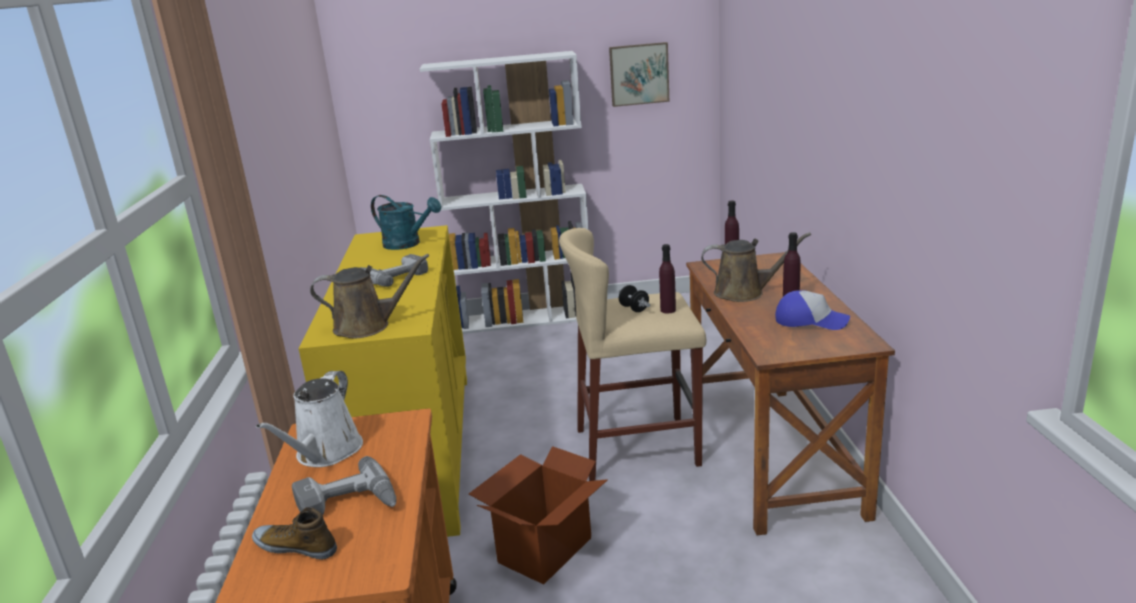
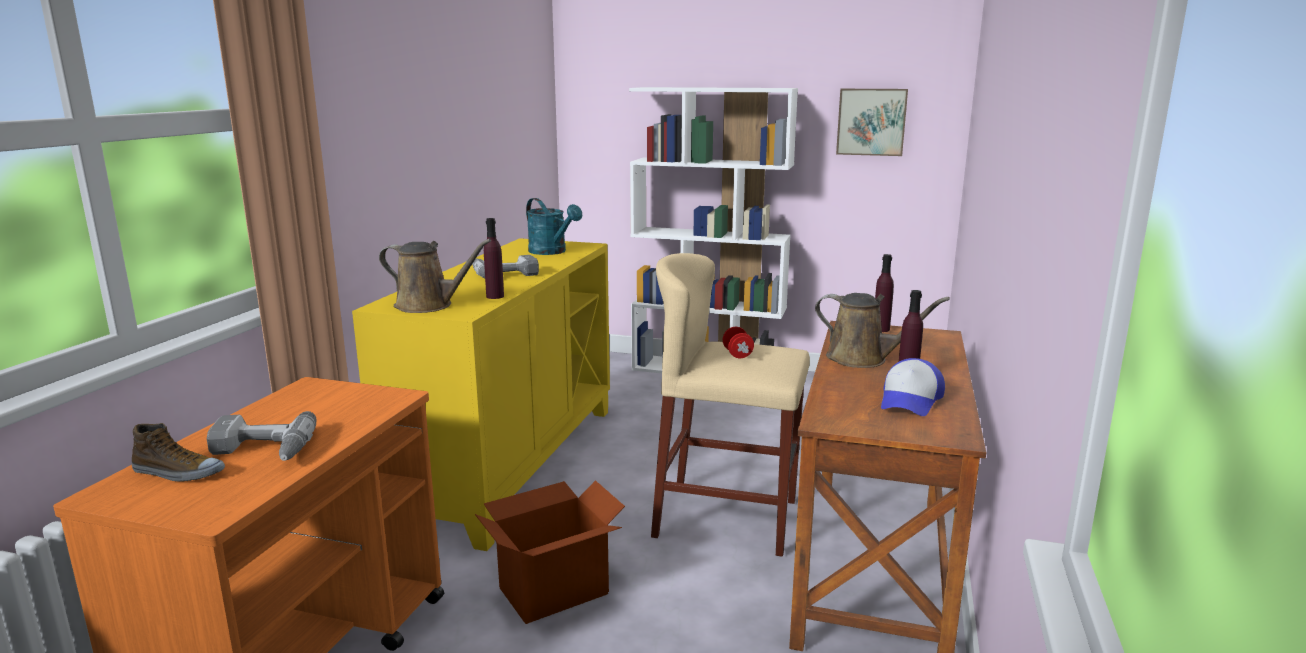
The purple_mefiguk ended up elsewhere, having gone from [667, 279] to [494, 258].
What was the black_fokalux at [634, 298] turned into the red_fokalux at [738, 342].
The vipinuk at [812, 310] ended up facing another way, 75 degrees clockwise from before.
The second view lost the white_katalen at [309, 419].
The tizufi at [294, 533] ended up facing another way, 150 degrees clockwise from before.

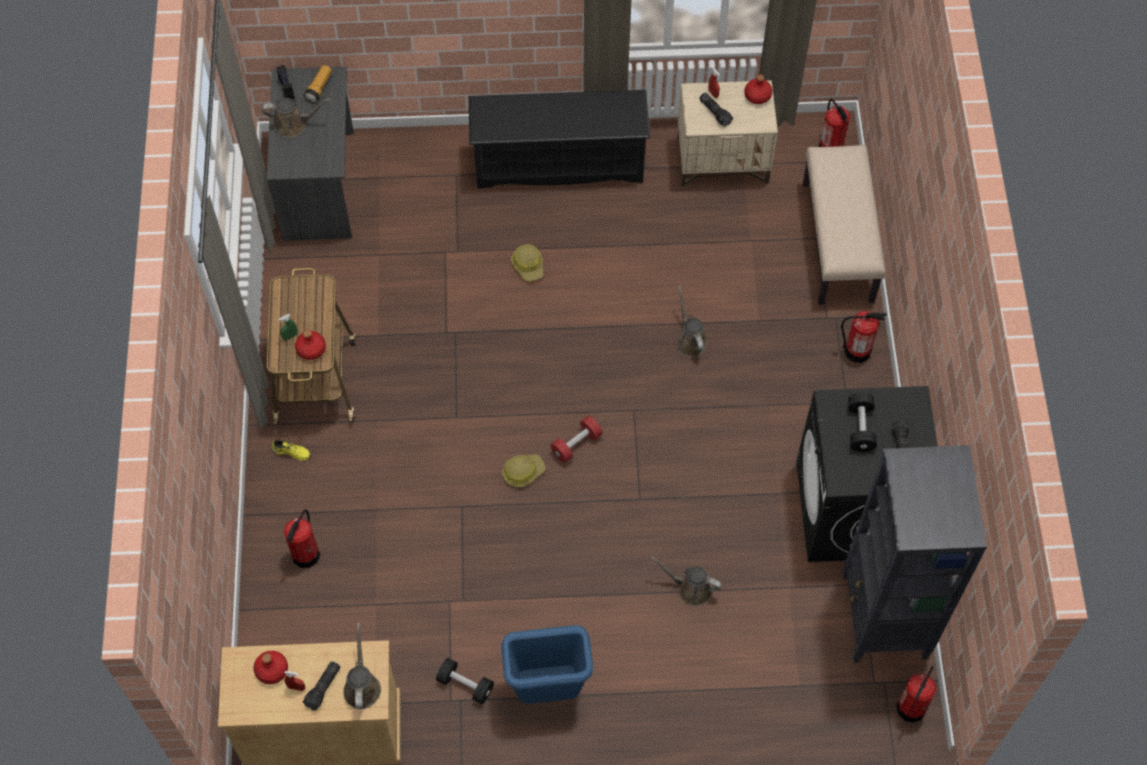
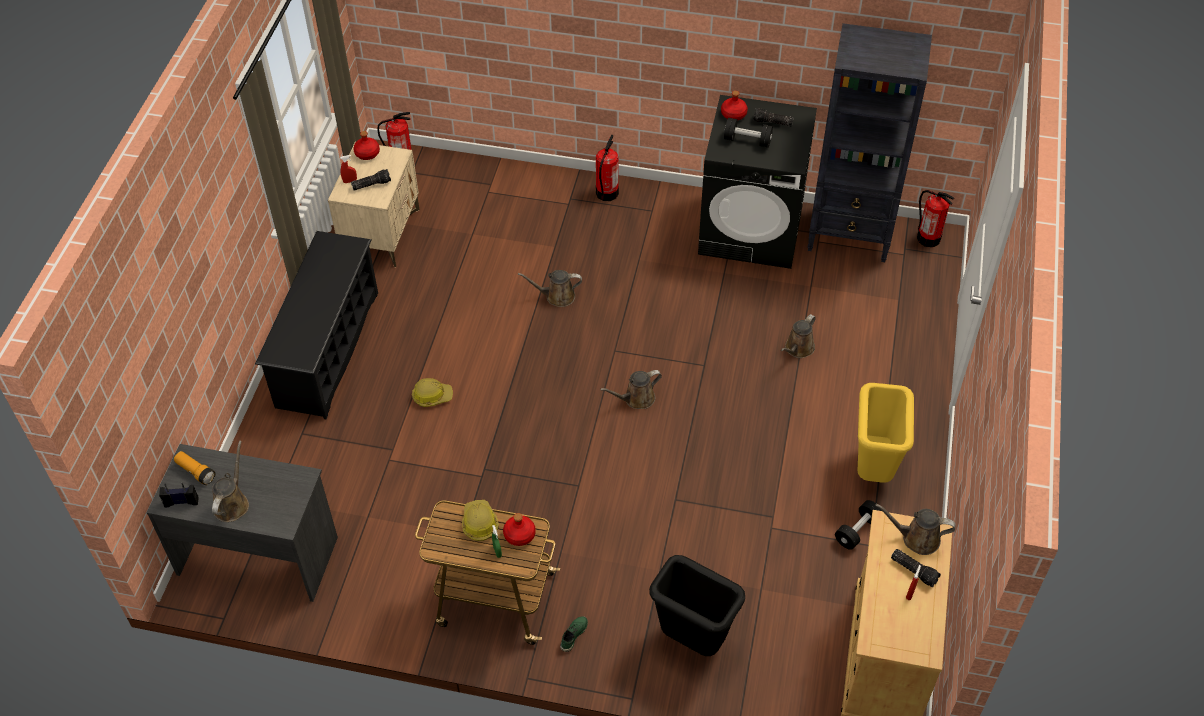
The second view lost the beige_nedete at [844, 225].
Where the red_fokalux stood at [576, 439], the brown_katalen came to stand at [631, 389].
What was the yellow_tizufi at [290, 450] turned into the green_tizufi at [574, 634].
The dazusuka ended up elsewhere, having gone from [524, 471] to [480, 520].
Where the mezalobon stood at [302, 538], the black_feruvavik came to stand at [697, 605].
What was the blue_feruvavik at [547, 664] turned into the yellow_feruvavik at [886, 433].
The red_mefiguk ended up elsewhere, having gone from [271, 667] to [734, 105].

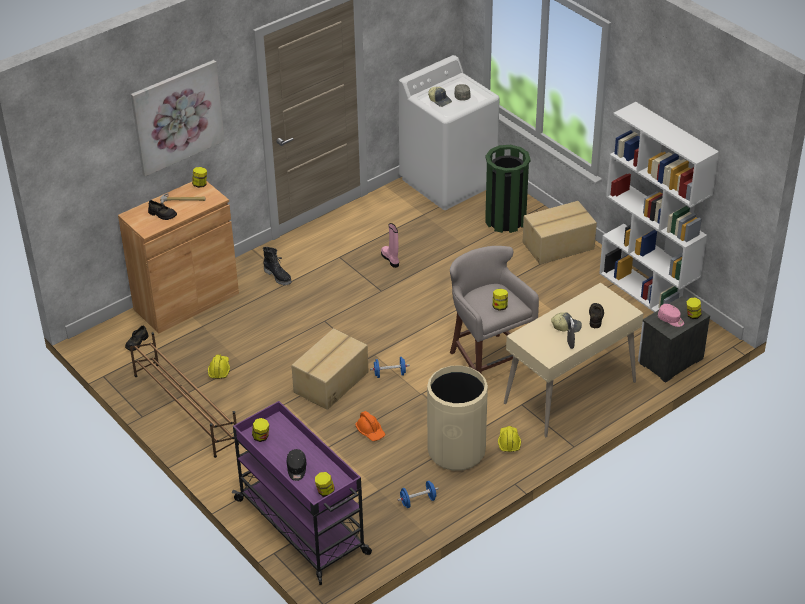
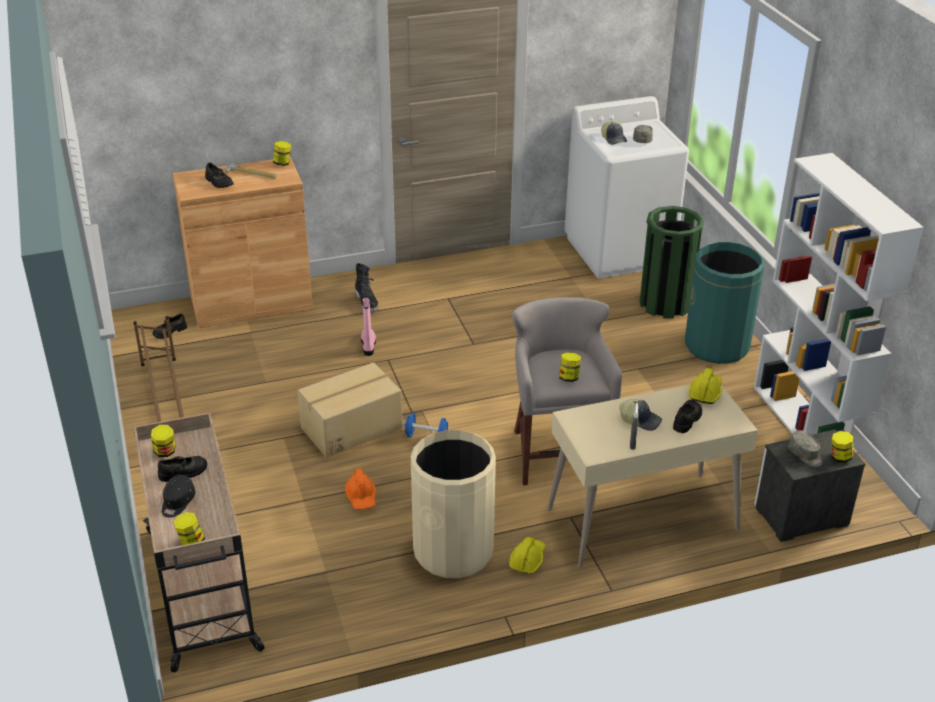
The second view lost the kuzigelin at [178, 118].
Where the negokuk stood at [560, 233], the green_feruvavik came to stand at [724, 303].
The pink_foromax ended up elsewhere, having gone from [390, 245] to [368, 326].
What was the pink_vipinuk at [671, 315] turned into the grey_vipinuk at [805, 448].
The yellow_dazusuka ended up elsewhere, having gone from [219, 366] to [705, 386].
What was the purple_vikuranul at [302, 493] turned into the beige_vikuranul at [198, 542].
The second view lost the blue_fokalux at [418, 494].
The second view gained the black_tizufi at [182, 469].

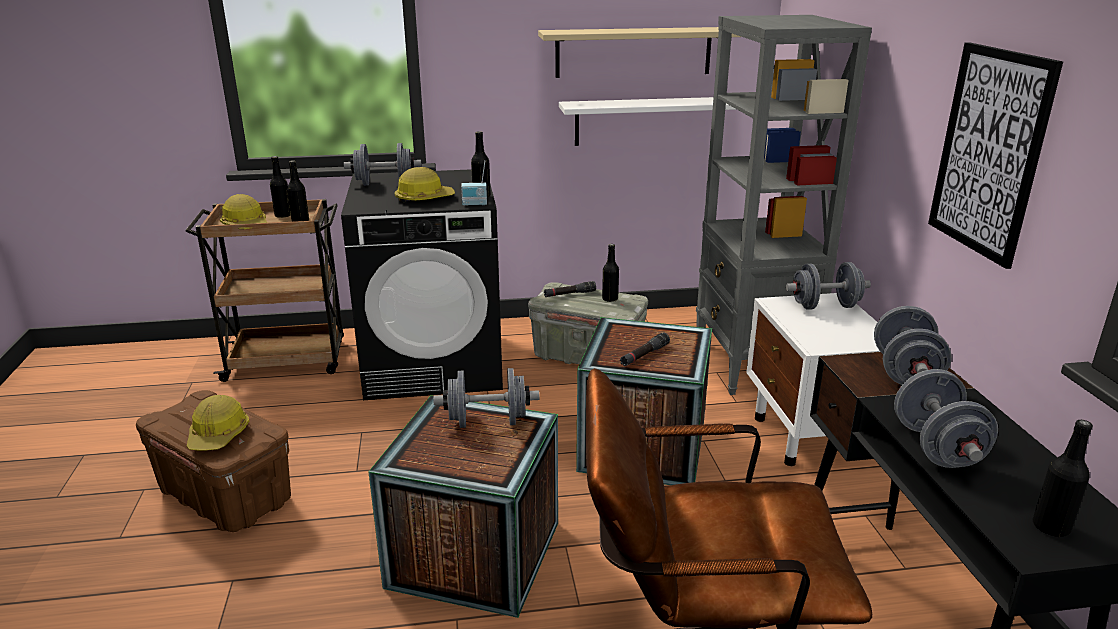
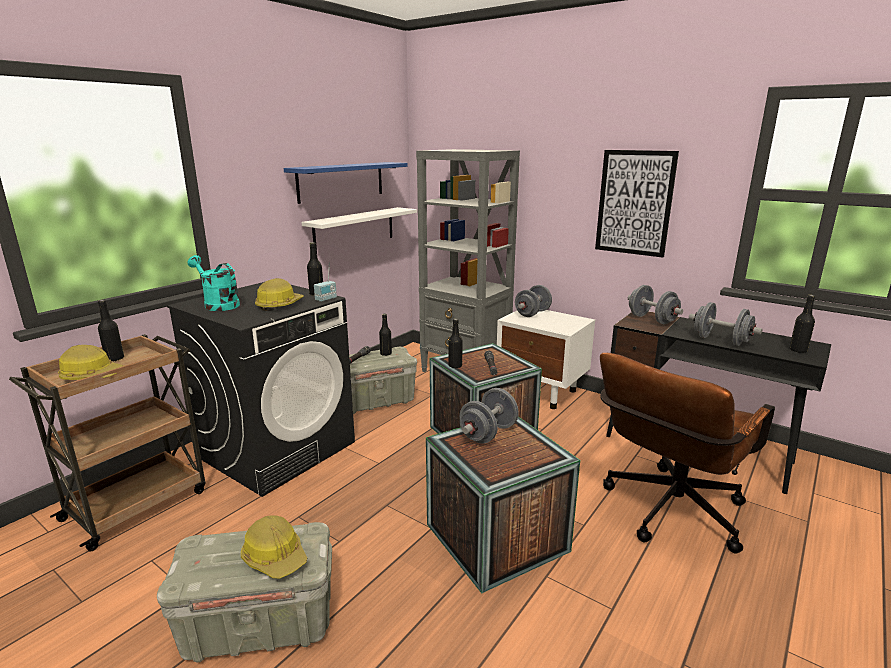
What was the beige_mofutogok at [639, 52] turned into the blue_mofutogok at [346, 183].
Where the grey_fokalux stood at [382, 164], the turquoise_katalen came to stand at [213, 283].
The black_mefiguk ended up elsewhere, having gone from [298, 191] to [456, 343].
What was the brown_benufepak at [213, 461] turned into the grey_benufepak at [244, 592].

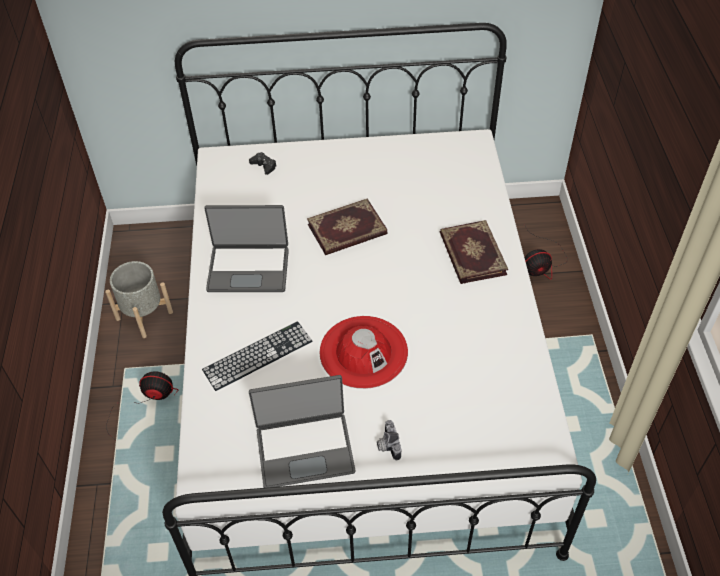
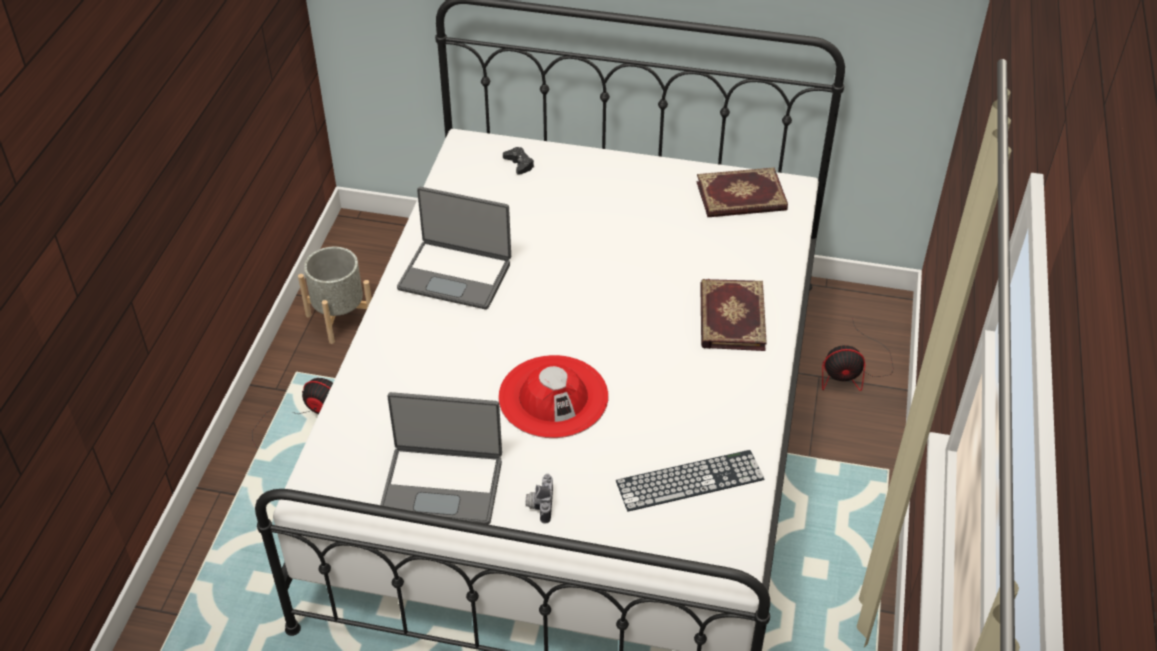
The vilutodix ended up elsewhere, having gone from [347, 226] to [742, 192].
The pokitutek ended up elsewhere, having gone from [257, 356] to [690, 480].

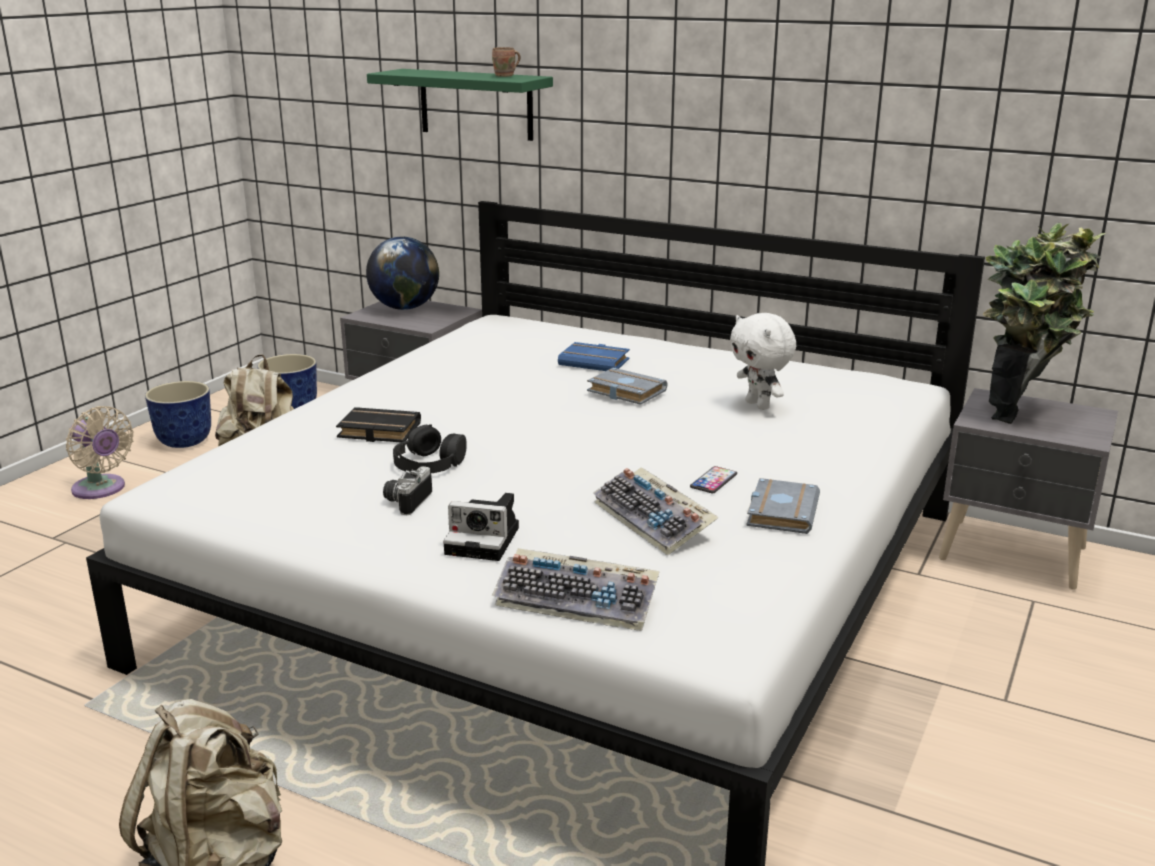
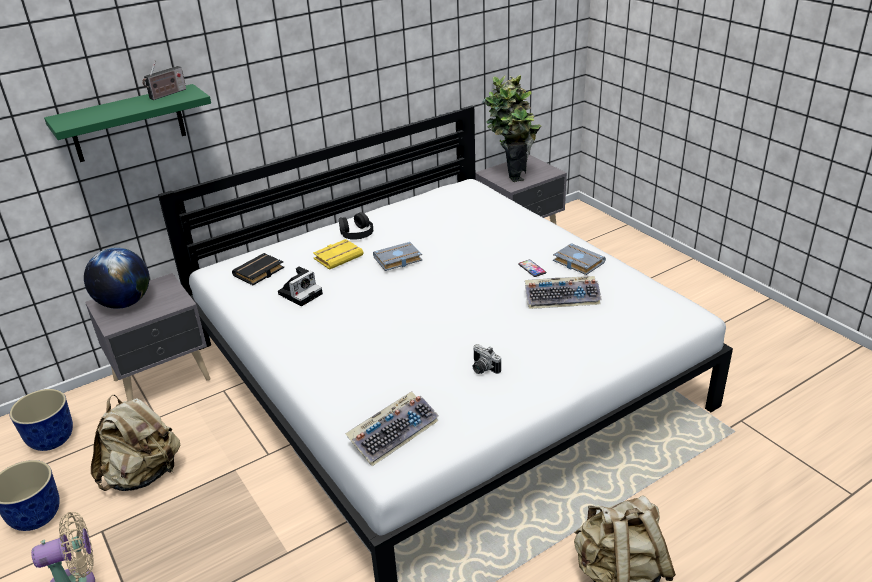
Where the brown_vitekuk stood at [506, 62], the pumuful came to stand at [164, 80].
The second view lost the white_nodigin at [763, 361].
What was the blue_vilutodix at [594, 356] turned into the yellow_vilutodix at [338, 254].
The black_vilutodix ended up elsewhere, having gone from [378, 424] to [258, 269].
The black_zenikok ended up elsewhere, having gone from [430, 449] to [356, 226].
The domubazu ended up elsewhere, having gone from [481, 527] to [300, 287].
The pokitutek ended up elsewhere, having gone from [576, 589] to [392, 428].

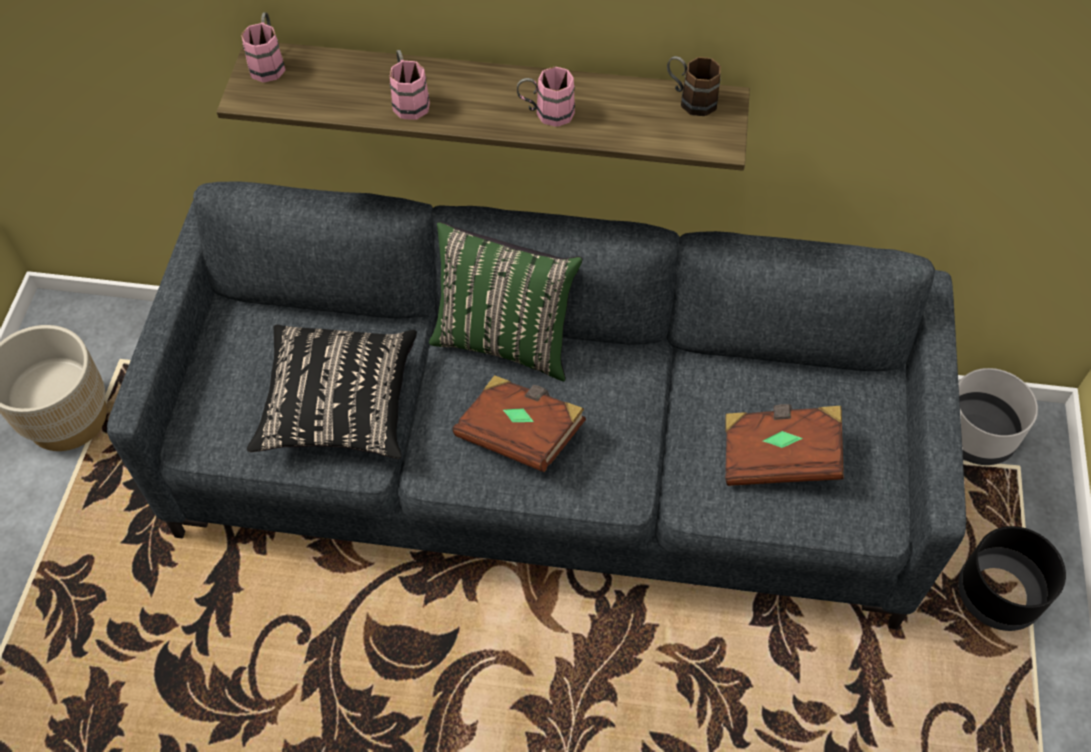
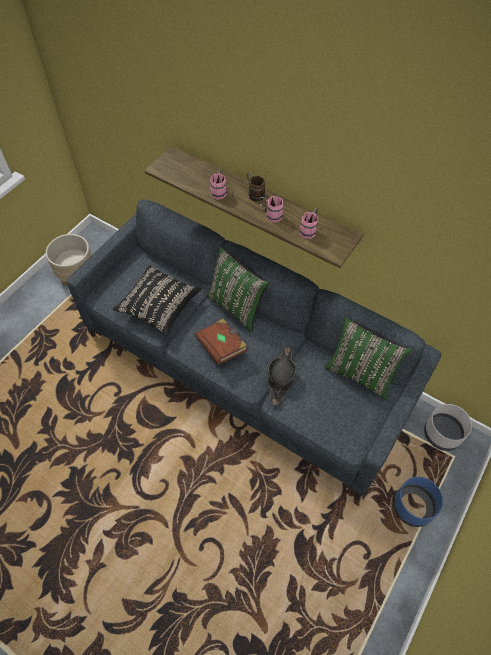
The pink_vitekuk ended up elsewhere, having gone from [263, 47] to [308, 223].
The brown_vitekuk ended up elsewhere, having gone from [694, 86] to [256, 187].
The second view lost the brown_vilutodix at [784, 445].
What was the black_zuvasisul at [1012, 578] turned into the blue_zuvasisul at [418, 502].
The second view gained the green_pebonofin at [368, 358].
The second view gained the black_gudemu at [282, 376].

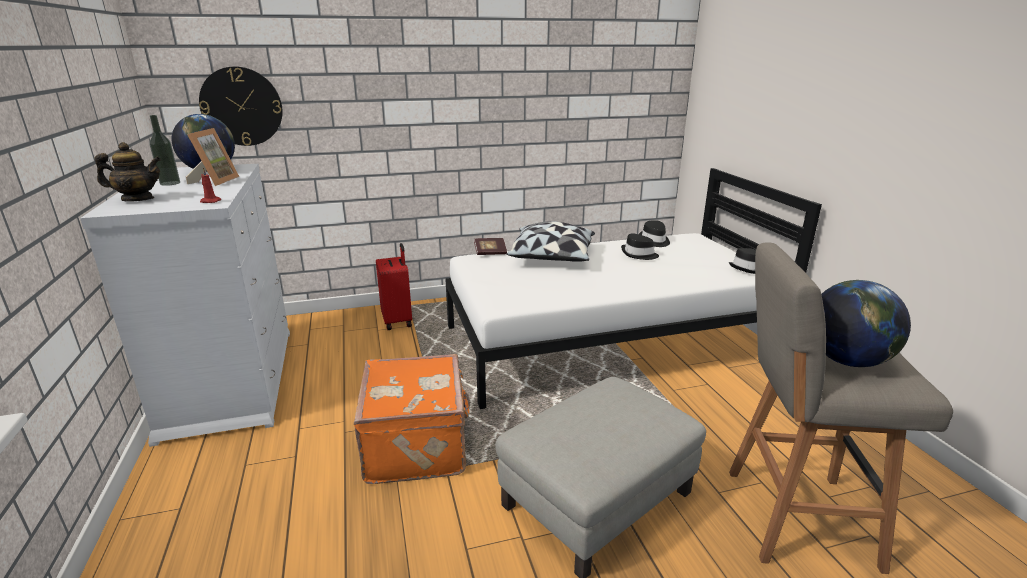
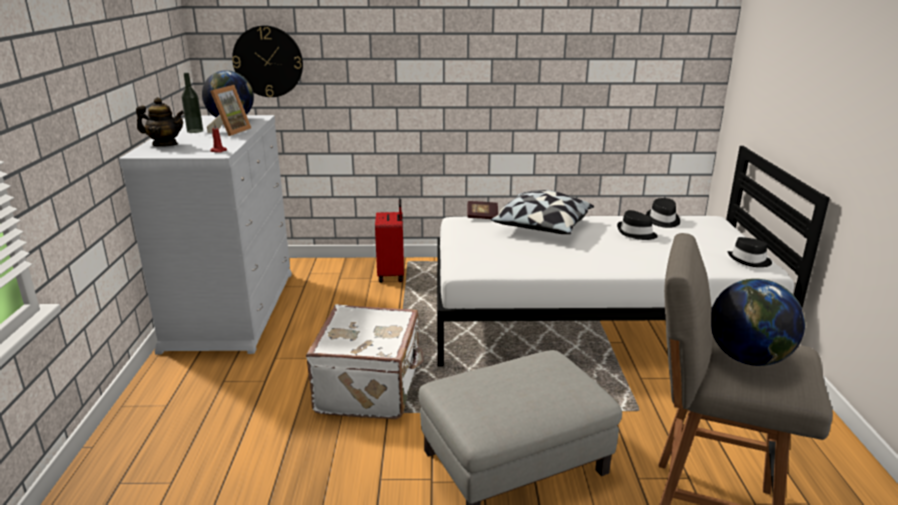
What was the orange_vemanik at [412, 419] turned into the white_vemanik at [365, 361].

